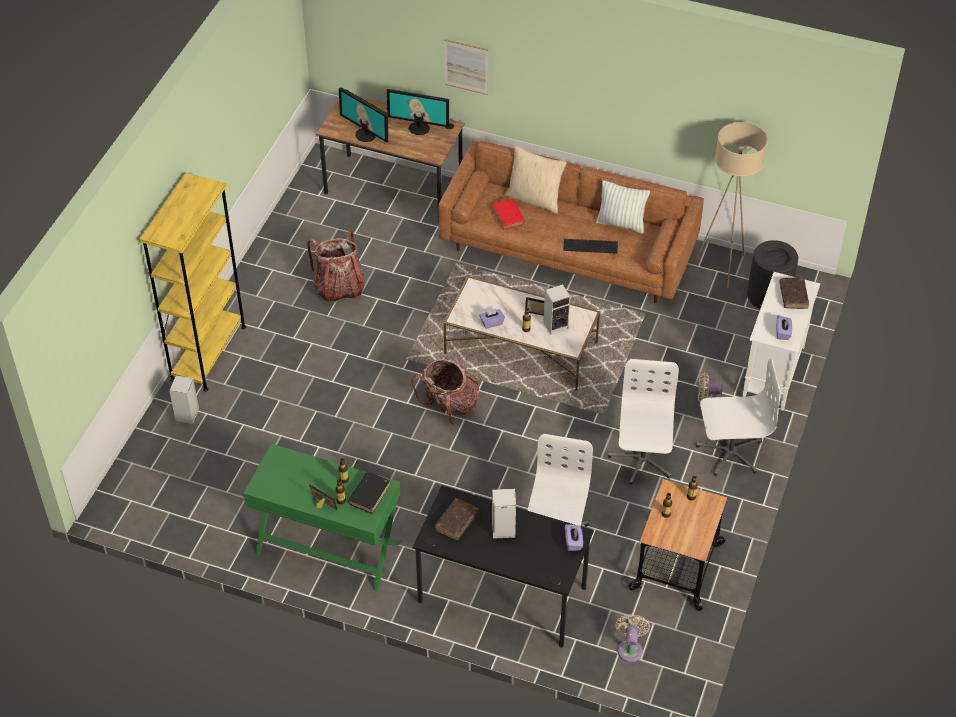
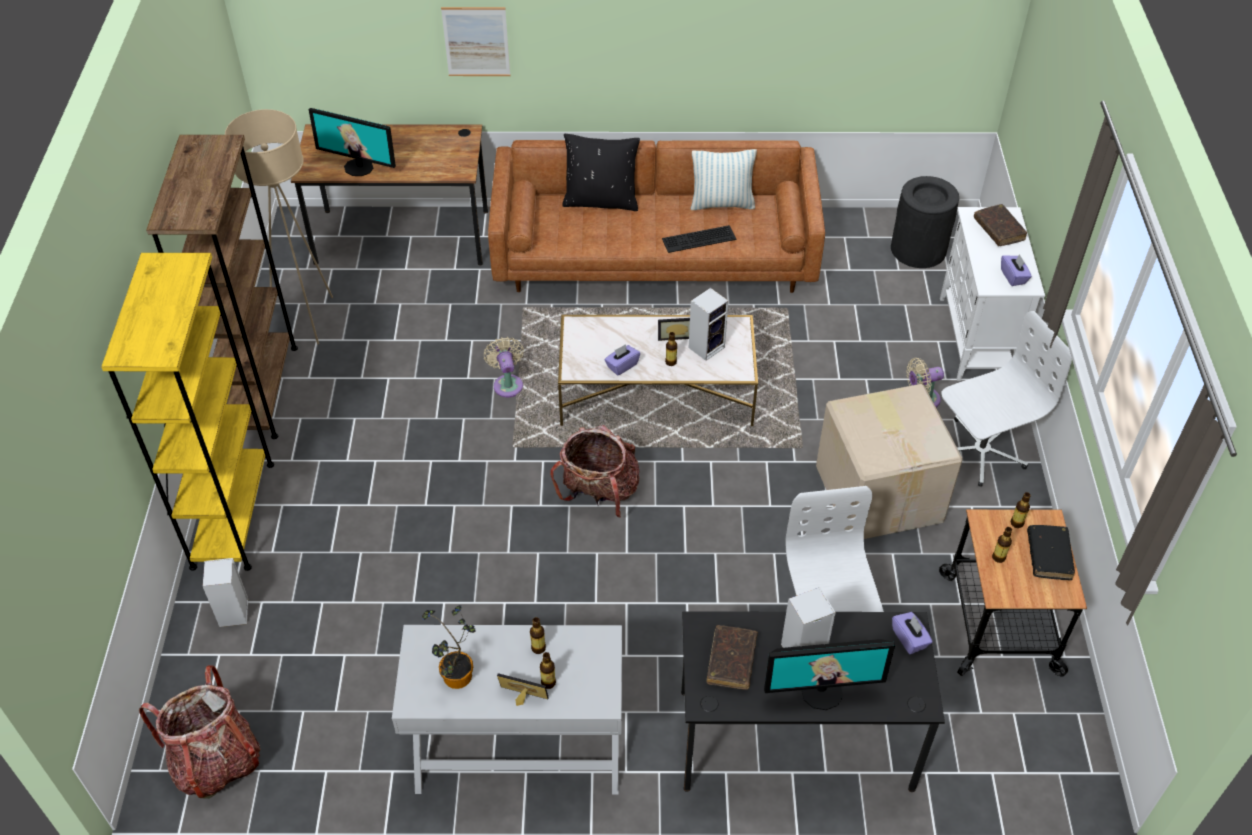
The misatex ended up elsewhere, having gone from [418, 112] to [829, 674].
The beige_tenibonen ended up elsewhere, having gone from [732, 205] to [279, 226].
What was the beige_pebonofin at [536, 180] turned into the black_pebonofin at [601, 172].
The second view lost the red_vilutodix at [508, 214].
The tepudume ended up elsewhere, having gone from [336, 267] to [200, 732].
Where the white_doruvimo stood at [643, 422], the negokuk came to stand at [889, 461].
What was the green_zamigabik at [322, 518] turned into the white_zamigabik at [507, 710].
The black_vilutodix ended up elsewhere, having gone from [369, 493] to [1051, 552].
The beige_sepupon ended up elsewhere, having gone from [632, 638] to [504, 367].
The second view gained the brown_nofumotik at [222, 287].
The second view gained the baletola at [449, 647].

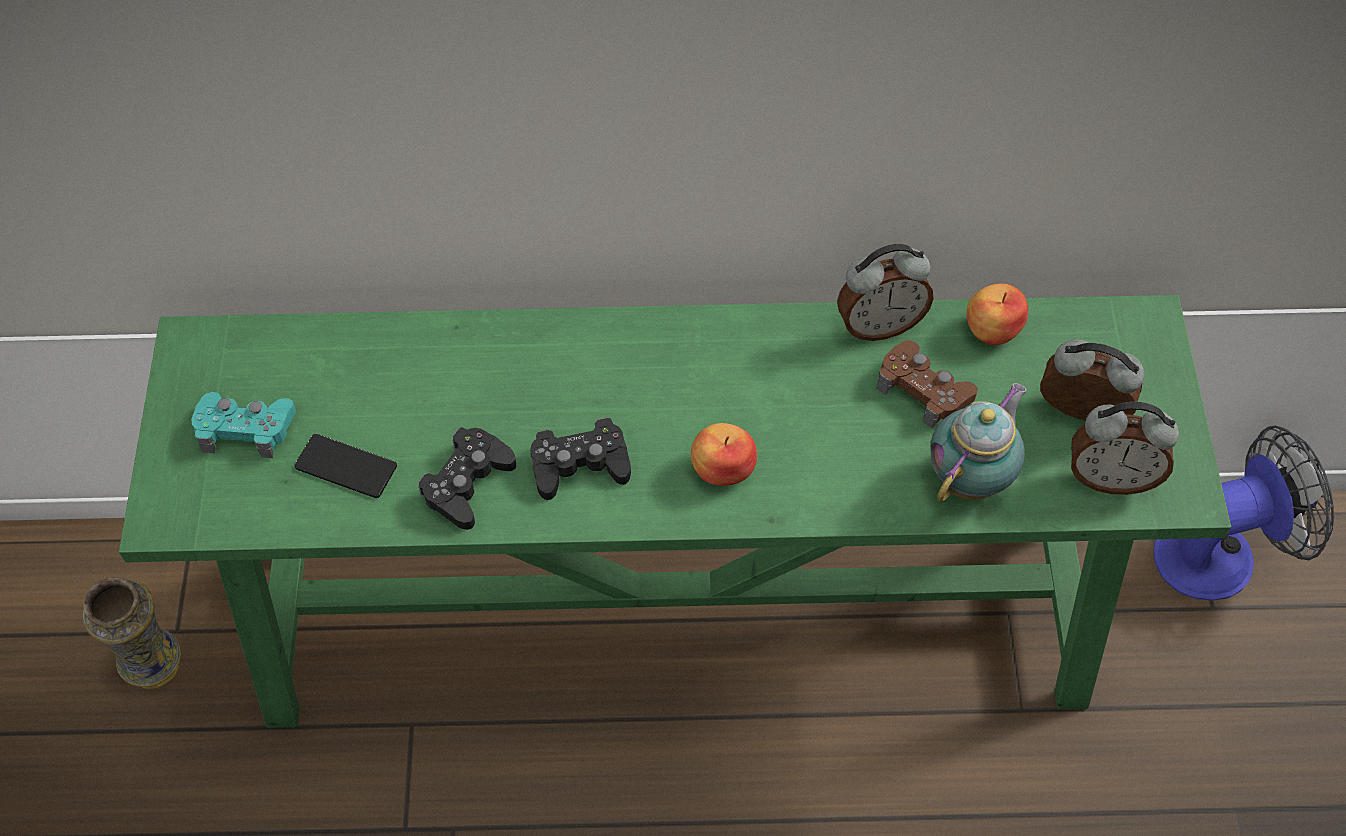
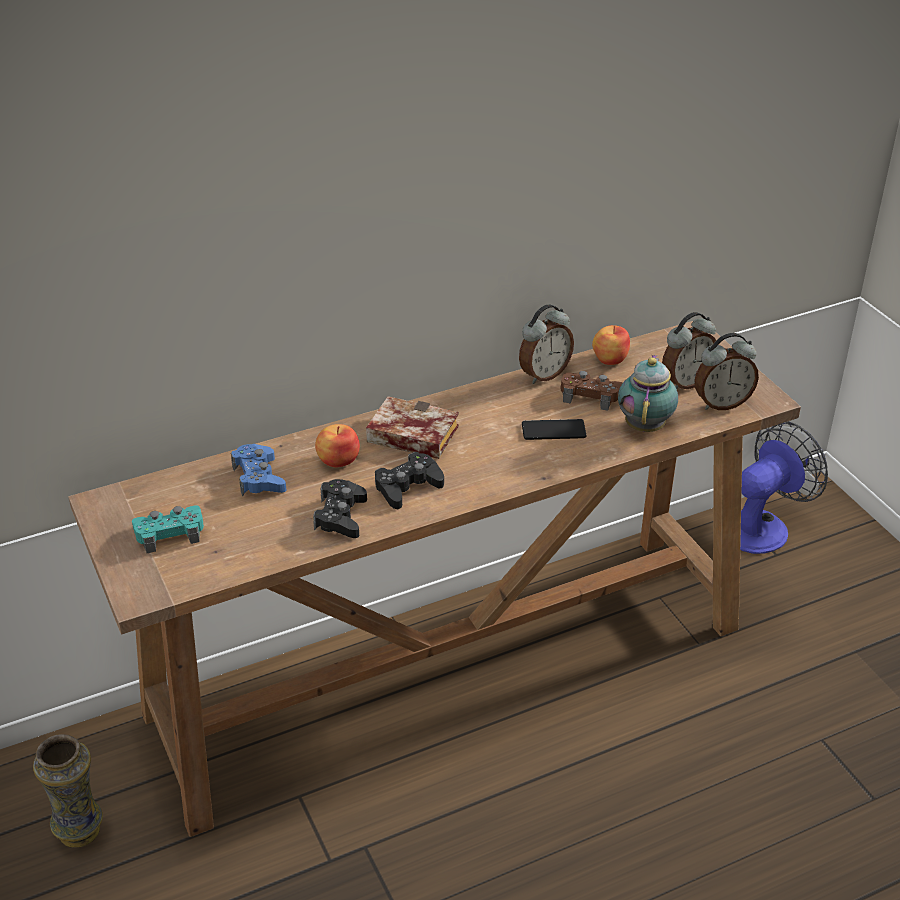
What was the green_zamigabik at [675, 511] turned into the brown_zamigabik at [434, 579].
The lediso at [1092, 380] ended up facing another way, 150 degrees clockwise from before.
The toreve ended up elsewhere, having gone from [724, 454] to [337, 445].
The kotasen ended up elsewhere, having gone from [346, 466] to [554, 429].
The second view gained the vilutodix at [412, 427].
The second view gained the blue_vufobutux at [258, 470].

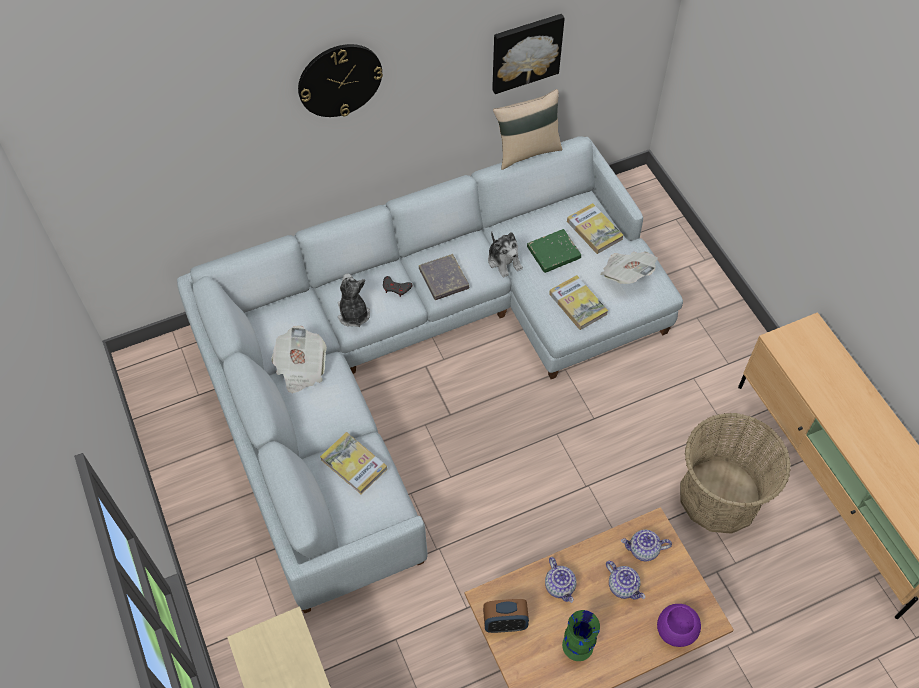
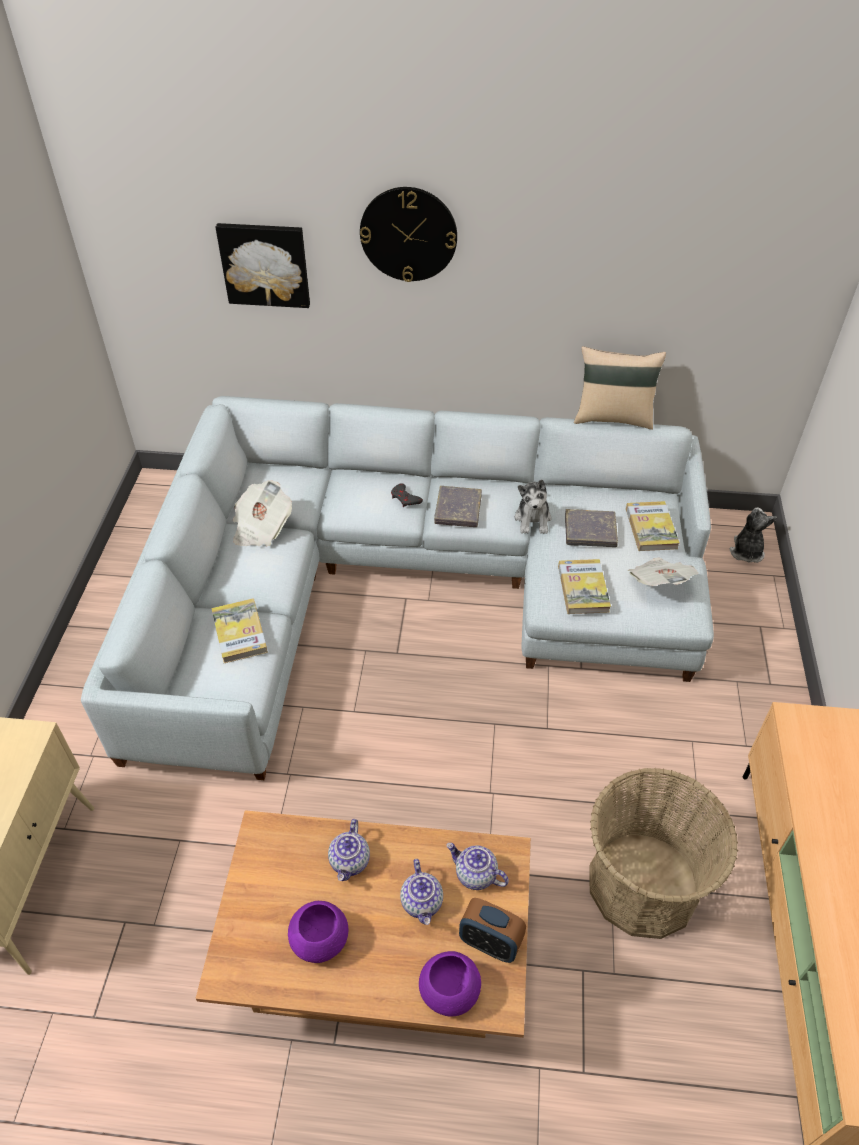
The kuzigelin ended up elsewhere, having gone from [528, 54] to [263, 265].
What was the green_vilutodix at [554, 251] turned into the grey_vilutodix at [591, 528].
The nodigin ended up elsewhere, having gone from [354, 300] to [753, 535].
The lediso ended up elsewhere, having gone from [506, 616] to [492, 930].
Where the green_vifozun stood at [581, 635], the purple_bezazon came to stand at [318, 932].

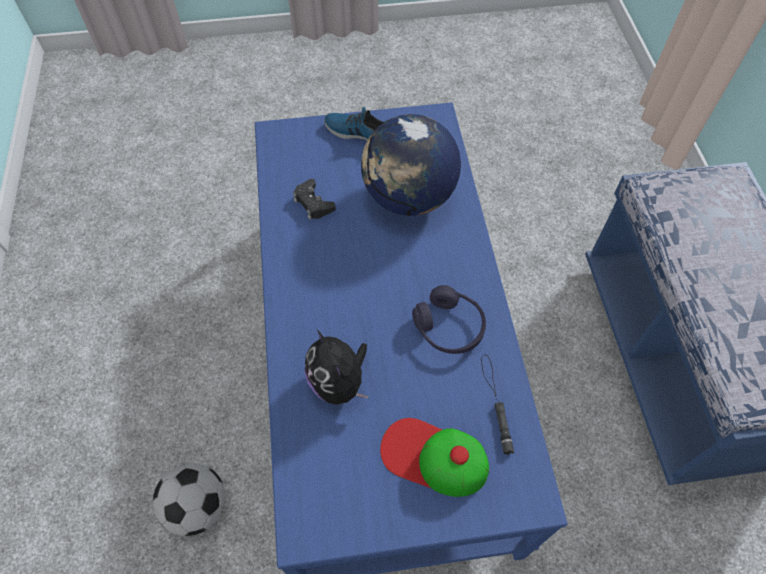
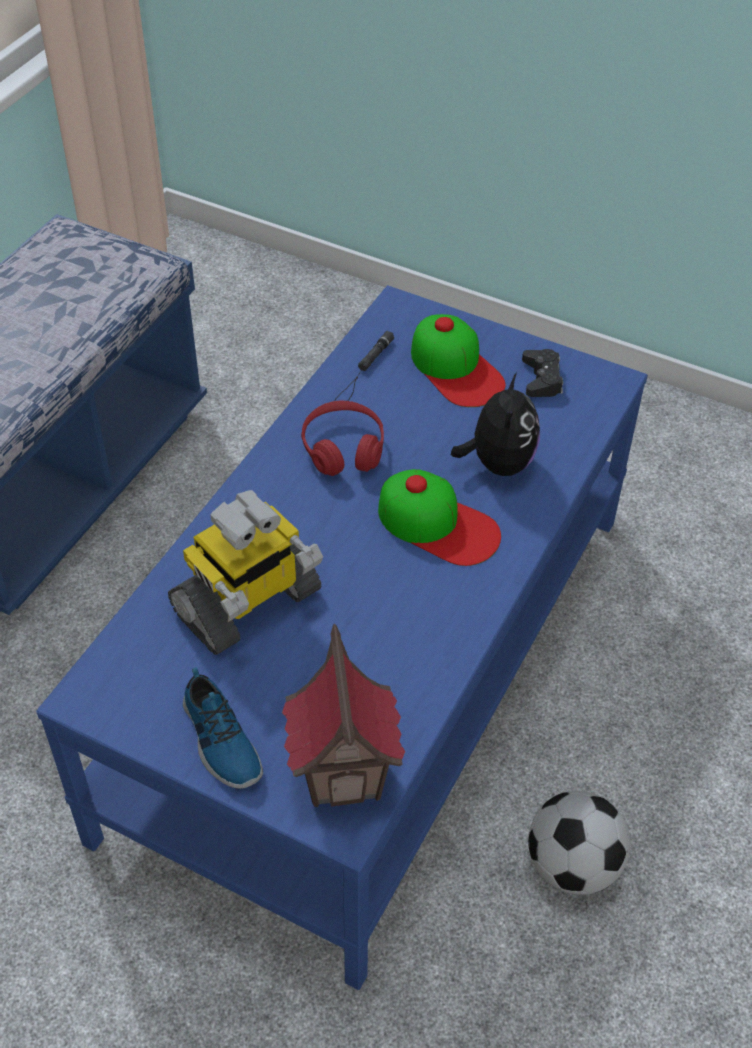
Where the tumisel stood at [411, 165], the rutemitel came to stand at [245, 572].
The black_vufobutux ended up elsewhere, having gone from [314, 199] to [542, 373].
What was the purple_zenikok at [449, 319] turned into the red_zenikok at [342, 438].
The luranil ended up elsewhere, having gone from [189, 499] to [579, 843].
The second view gained the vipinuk at [439, 517].
The second view gained the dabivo at [343, 715].

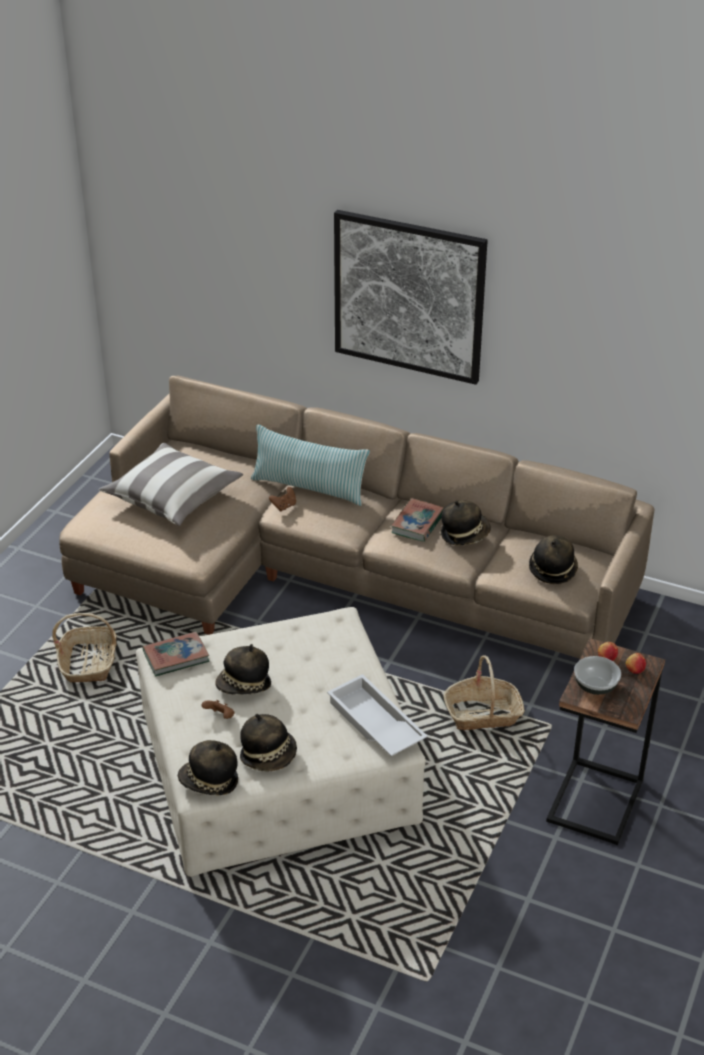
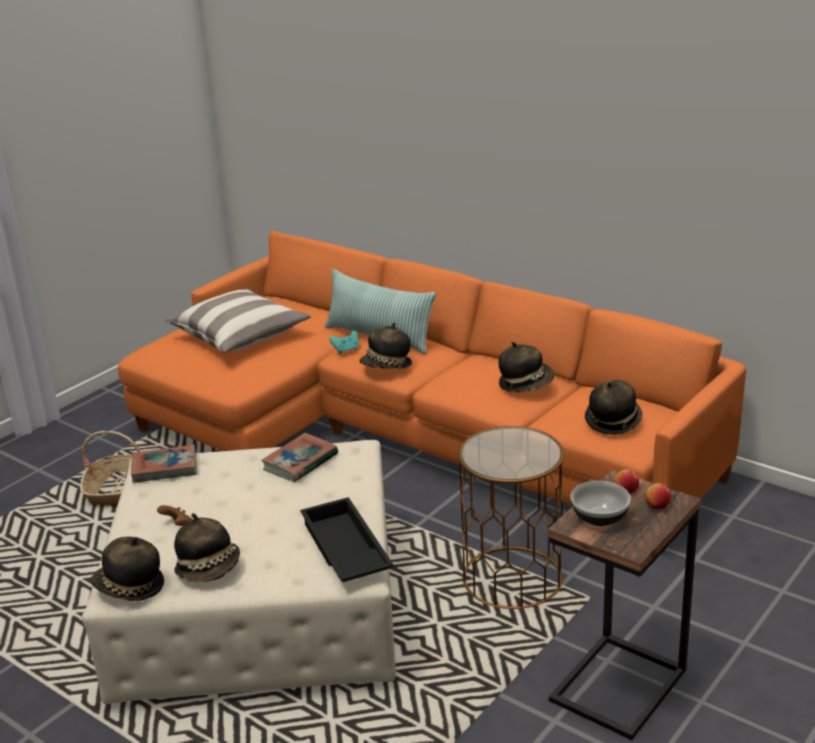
The second view lost the kuzigelin at [411, 297].
What was the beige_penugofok at [356, 517] turned into the orange_penugofok at [432, 392].
What was the brown_vufobutux at [282, 499] turned into the turquoise_vufobutux at [344, 342].
The vilutodix ended up elsewhere, having gone from [417, 520] to [299, 457].
The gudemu ended up elsewhere, having gone from [243, 669] to [385, 346].
Where the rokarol stood at [484, 693], the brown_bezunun came to stand at [511, 517].
What was the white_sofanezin at [377, 715] turned into the black_sofanezin at [347, 539].

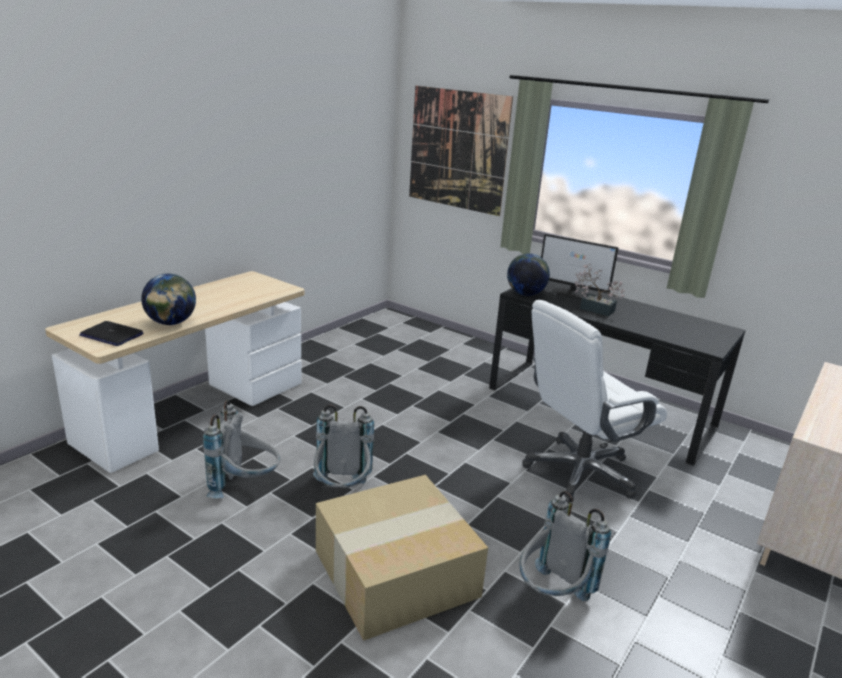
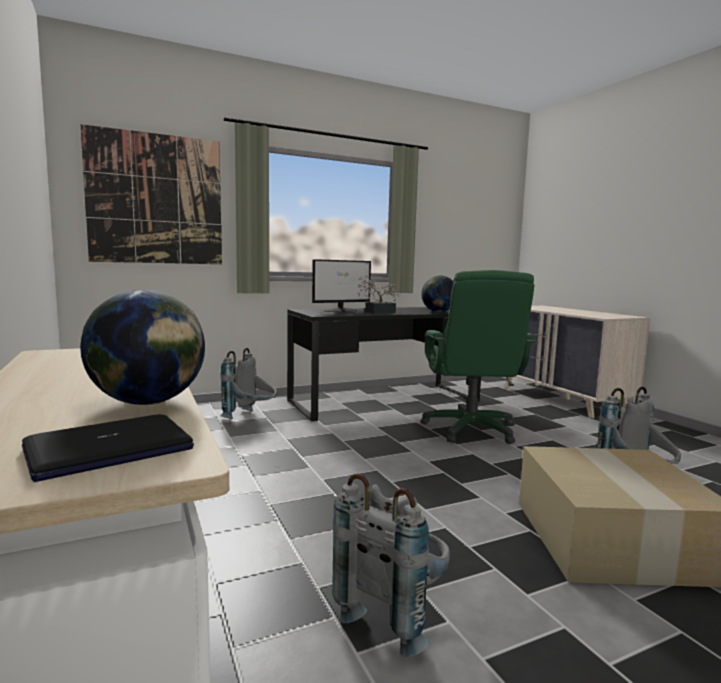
The tumisel ended up elsewhere, having gone from [528, 274] to [437, 293].
What was the white_doruvimo at [594, 402] turned into the green_doruvimo at [478, 357].
The grey_tepudume ended up elsewhere, having gone from [343, 446] to [248, 383].

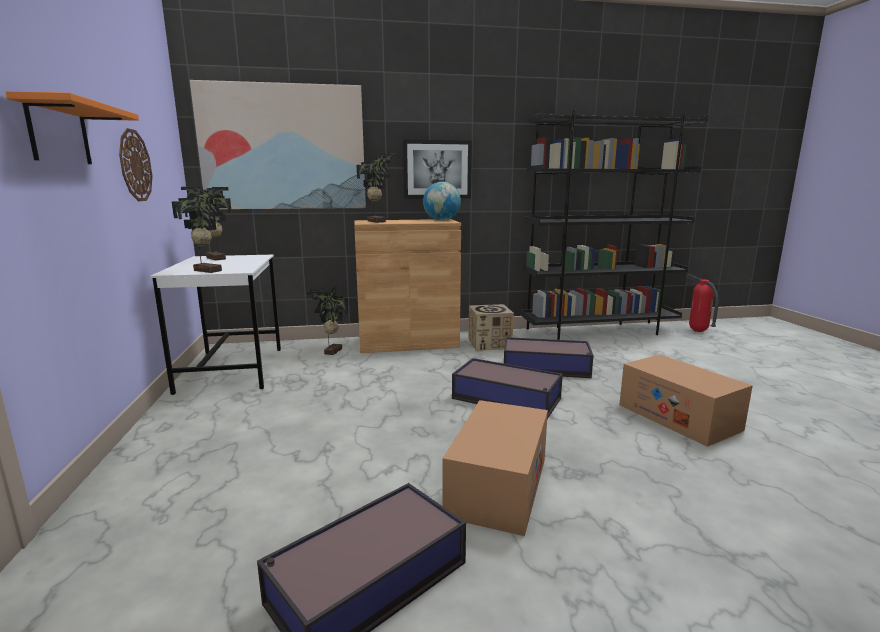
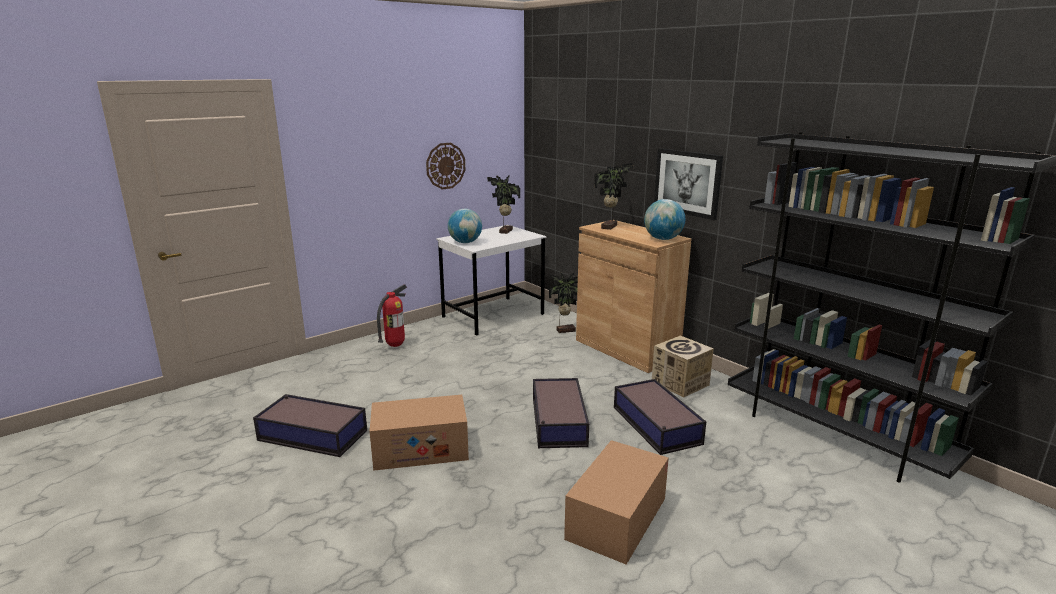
The second view lost the kuzigelin at [278, 144].
The second view lost the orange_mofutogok at [72, 127].
Where the baletola stood at [200, 230], the tumisel came to stand at [465, 226].
The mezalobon ended up elsewhere, having gone from [702, 303] to [392, 315].

